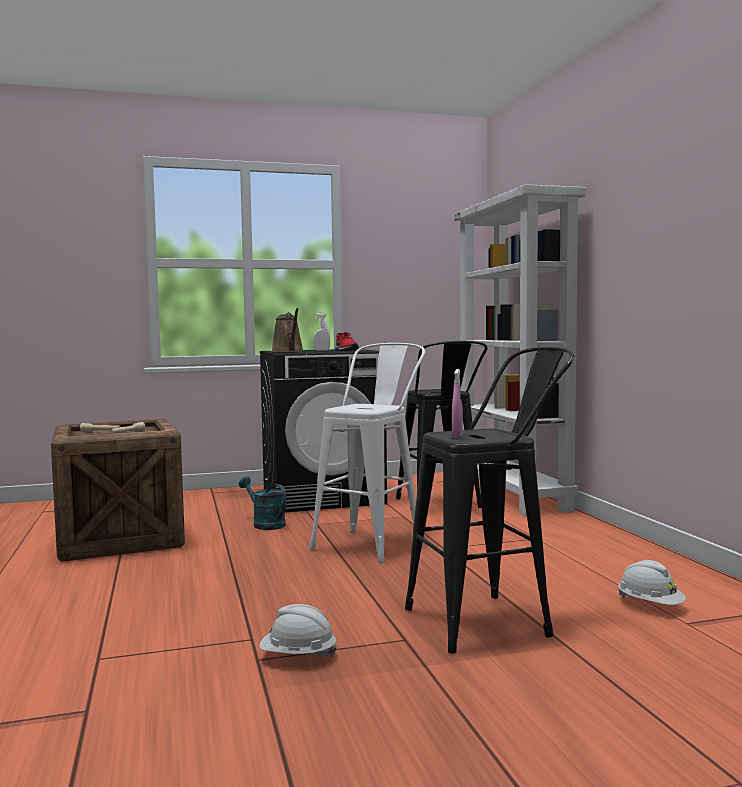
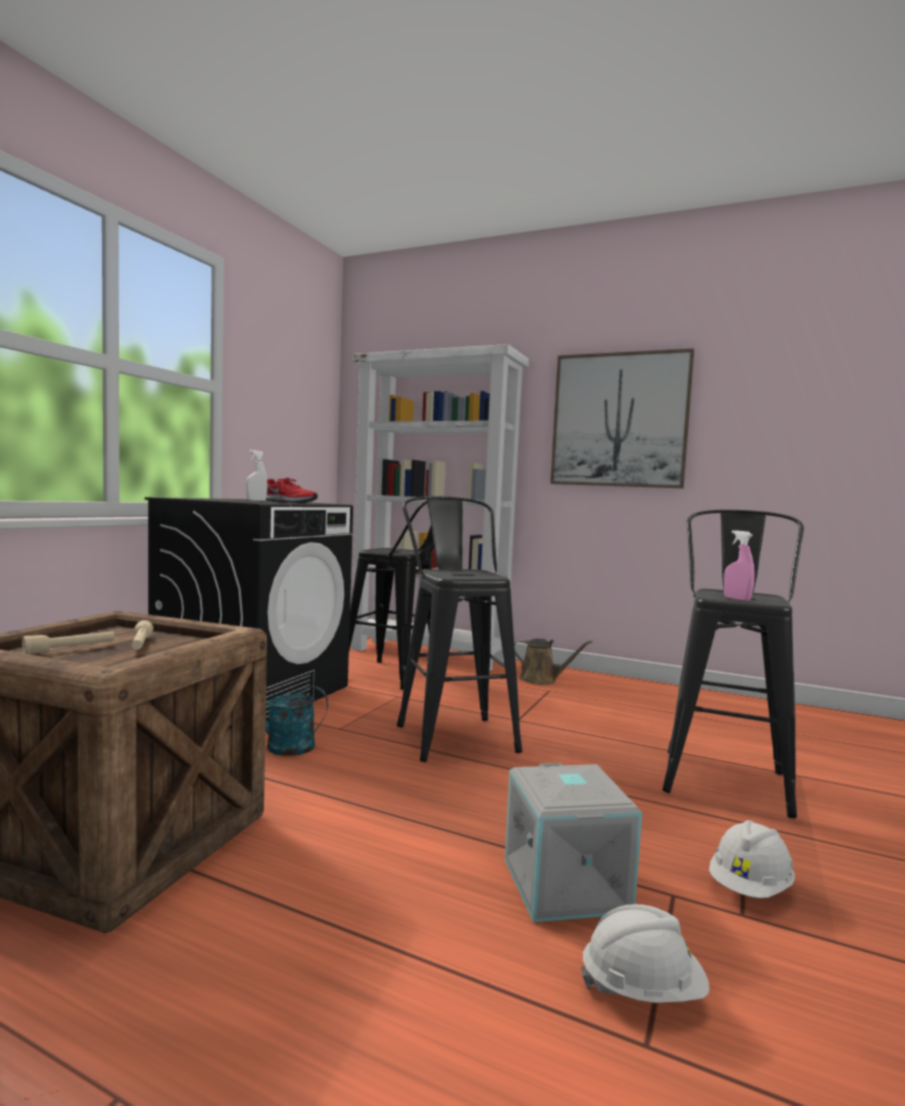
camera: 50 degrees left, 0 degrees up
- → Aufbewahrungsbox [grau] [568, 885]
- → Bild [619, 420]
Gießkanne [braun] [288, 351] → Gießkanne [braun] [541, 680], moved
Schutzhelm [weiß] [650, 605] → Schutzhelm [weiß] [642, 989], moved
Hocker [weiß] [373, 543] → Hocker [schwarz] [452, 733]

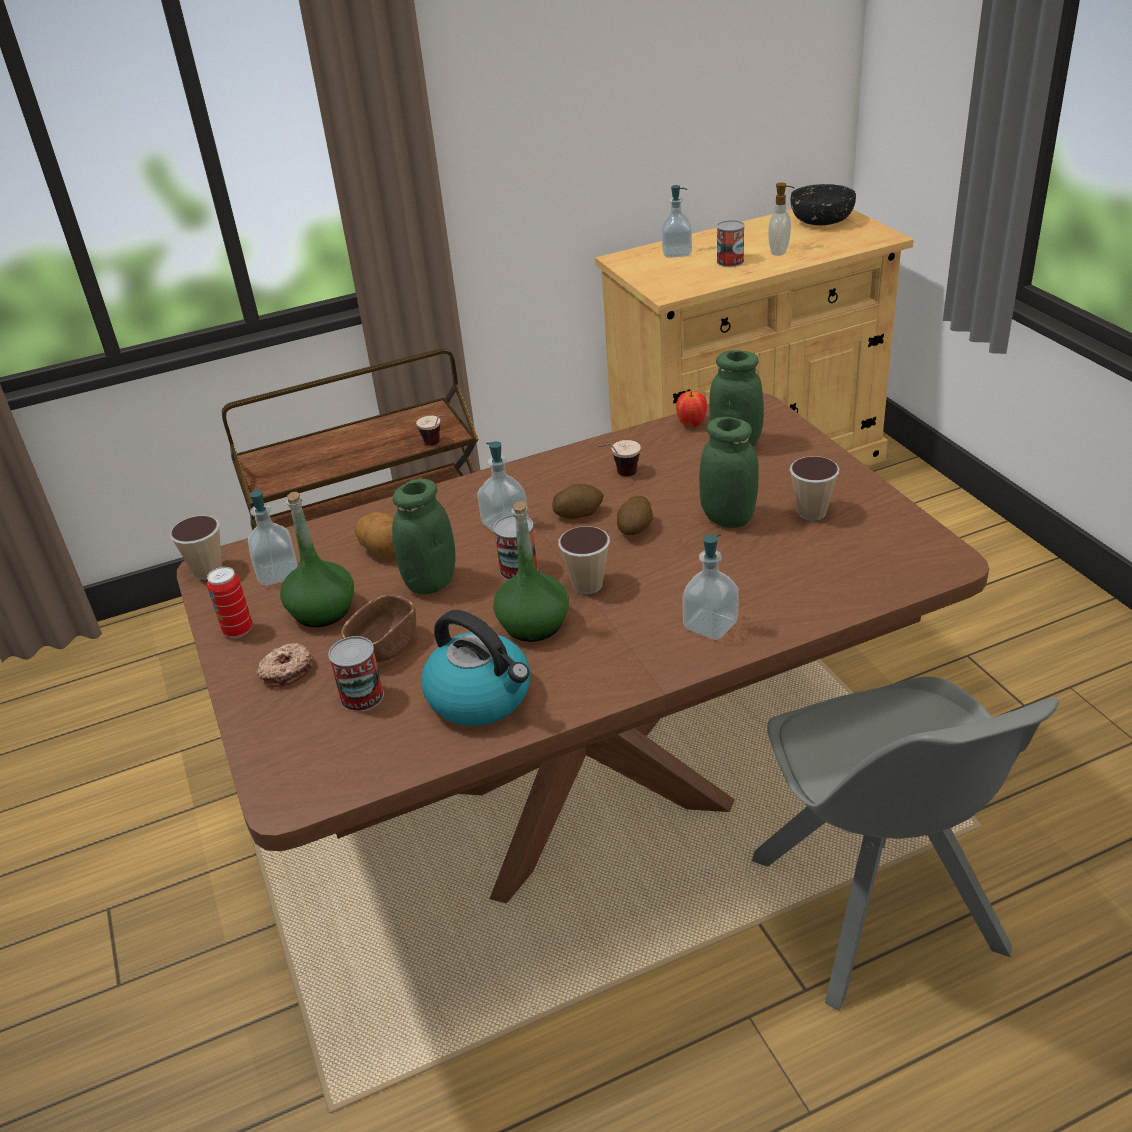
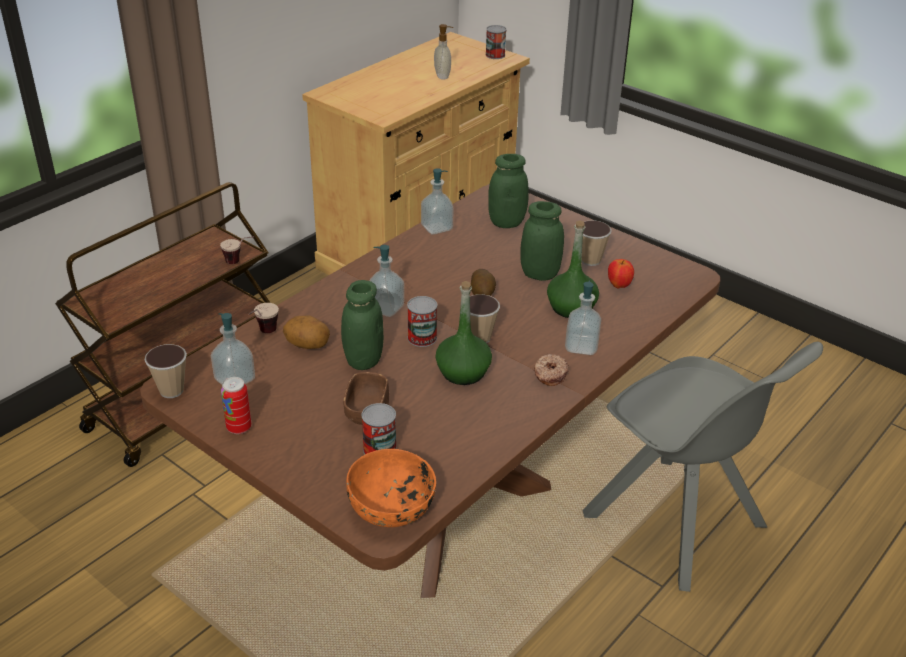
camera: 30 degrees left, 0 degrees up
Wasserkessel [481, 697] → -
Kartoffel [578, 513] → -
Schüssel [schwarz] [822, 220] → -
- → Schüssel [orange] [392, 508]
Donut [286, 671] → Donut [549, 374], moved
Flasche [grün] [322, 611] → Flasche [grün] [571, 307], moved
Tasse [619, 477] → Tasse [263, 334], moved
Seifenspender [676, 253] → Seifenspender [436, 228], moved
Apfel [691, 424] → Apfel [619, 285], moved
Dose [730, 261] → Dose [495, 55], moved

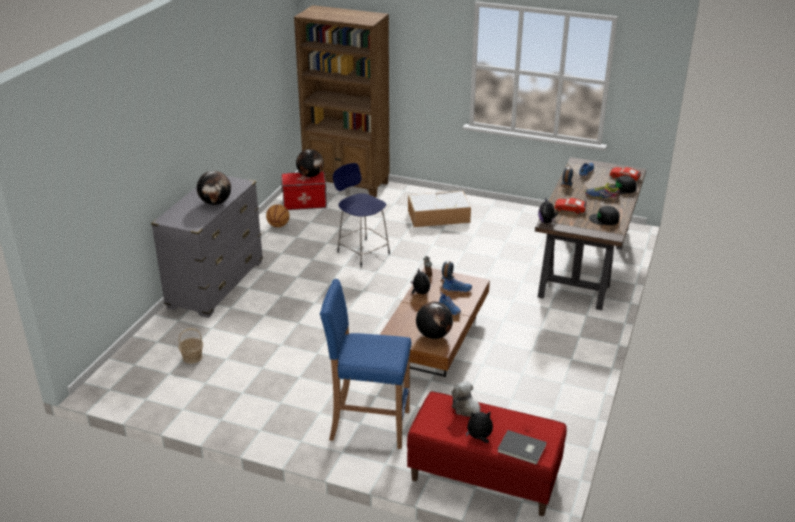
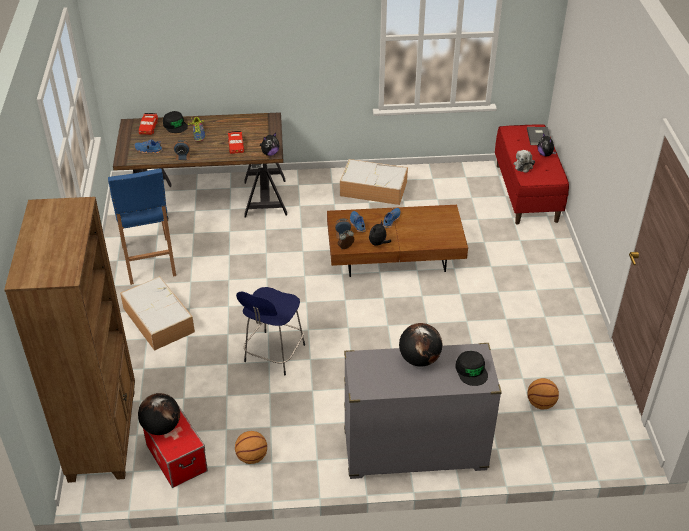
camera: 115 degrees left, 10 degrees up
Globus [433, 335] → -
- → Aufbewahrungsbox [374, 189]
Hocker [blau] [368, 425] → Hocker [blau] [149, 261], moved
Kappe [schwarz] [604, 219] → Kappe [schwarz] [471, 371], moved
Korb [192, 357] → Basketball [540, 404]

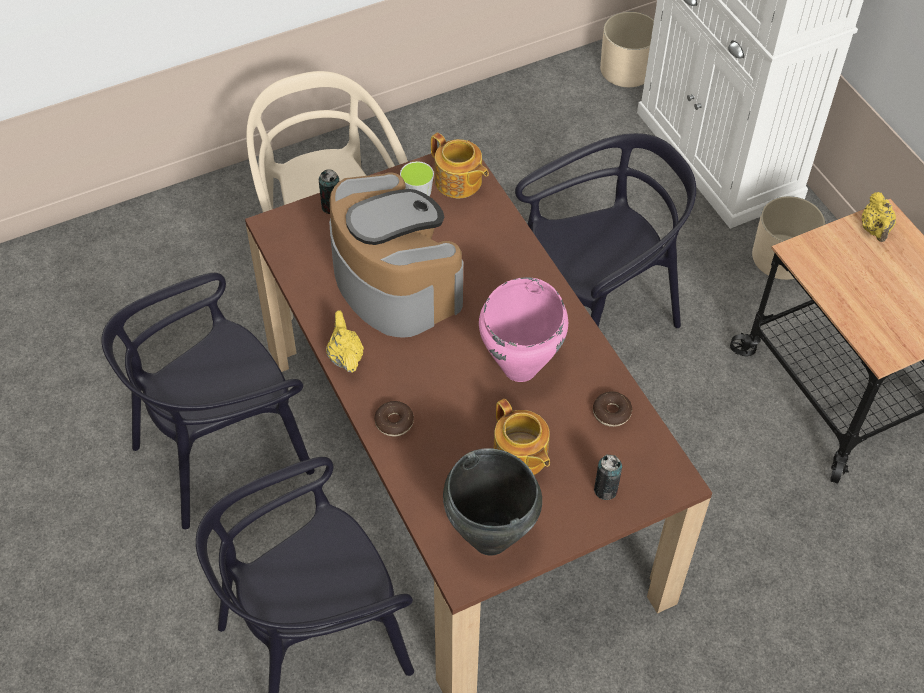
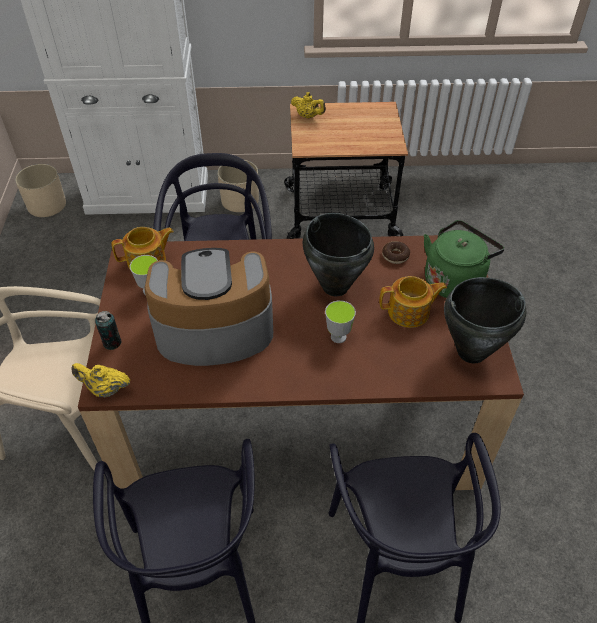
camera: 65 degrees left, 5 degrees down
Donut [394, 422] → -
- → Tasse [338, 337]
Teekanne [gelb] [345, 357] → Teekanne [gelb] [105, 389], moved
Dose [605, 490] → Wasserkessel [grün] [454, 280]
Kochtopf [rosa] [521, 367] → Kochtopf [schwarz] [335, 286]

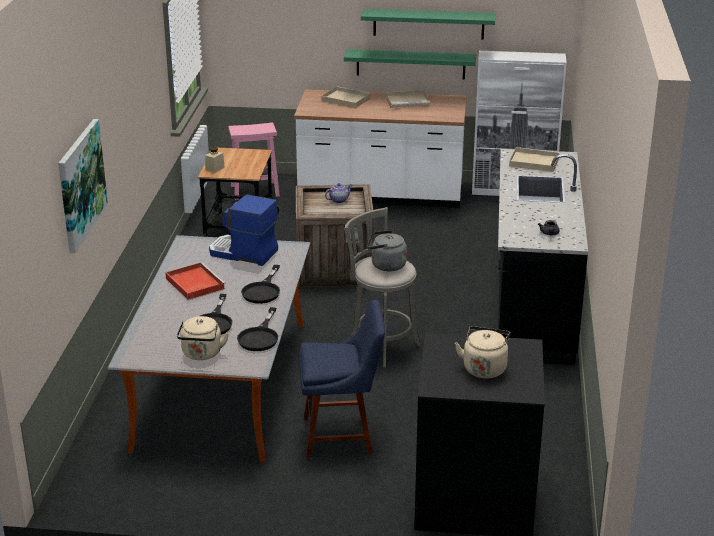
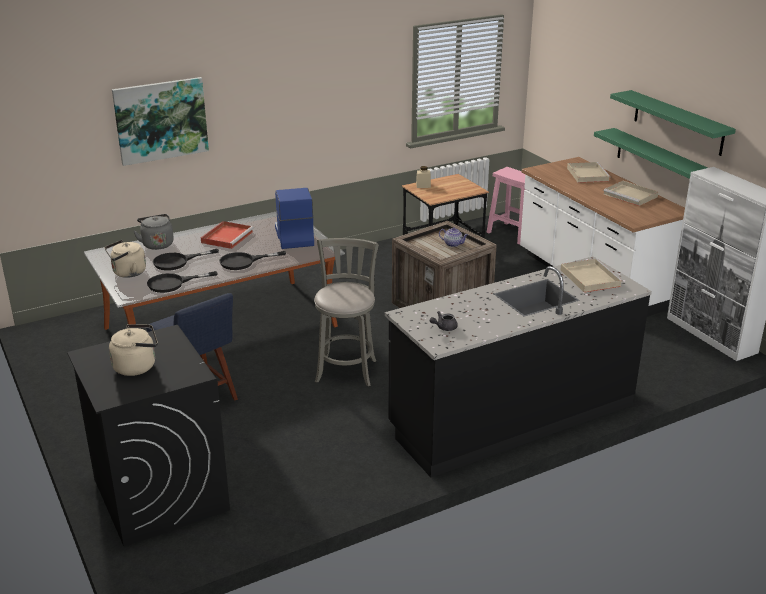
camera: 55 degrees right, 0 degrees up
Wasserkessel [grau] [386, 265] → Wasserkessel [grau] [157, 244], moved

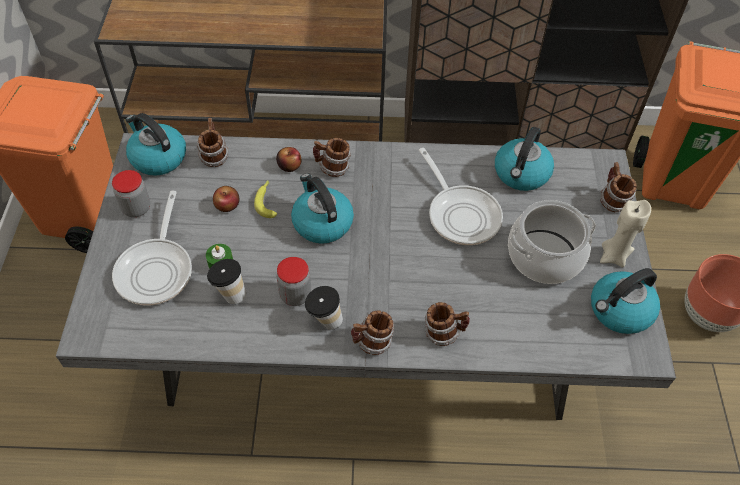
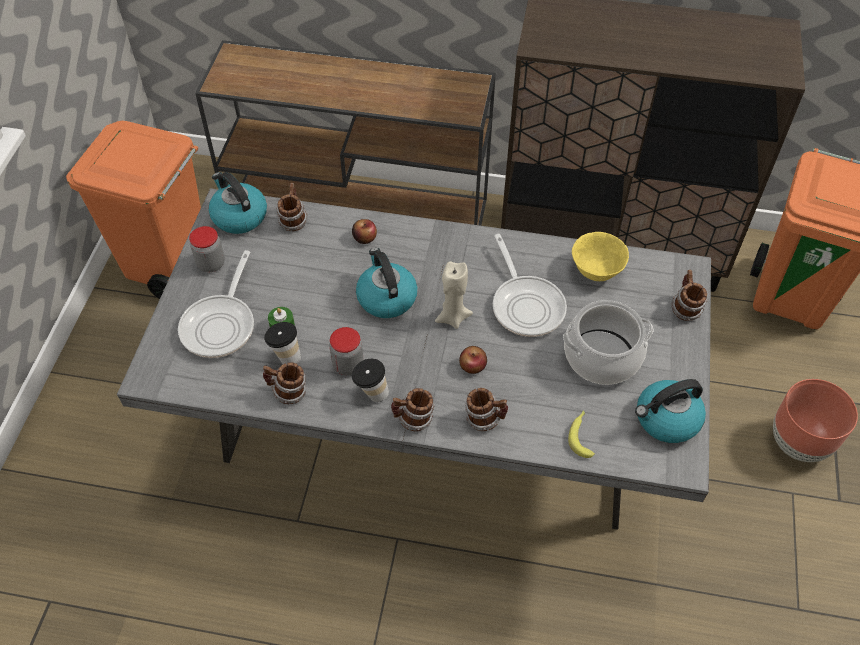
camera: 10 degrees right, 0 degrees up
Apfel [227, 205] → Apfel [472, 366], moved
Banane [267, 201] → Banane [581, 435], moved
Henkelbecher [332, 168] → Henkelbecher [287, 392], moved
Kerze [beige] [614, 256] → Kerze [beige] [452, 317], moved
Wasserkessel [521, 174] → Schüssel [gelb] [596, 271]

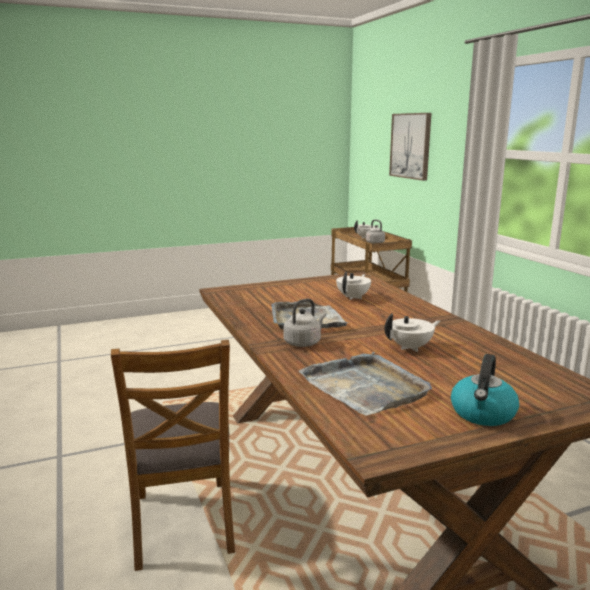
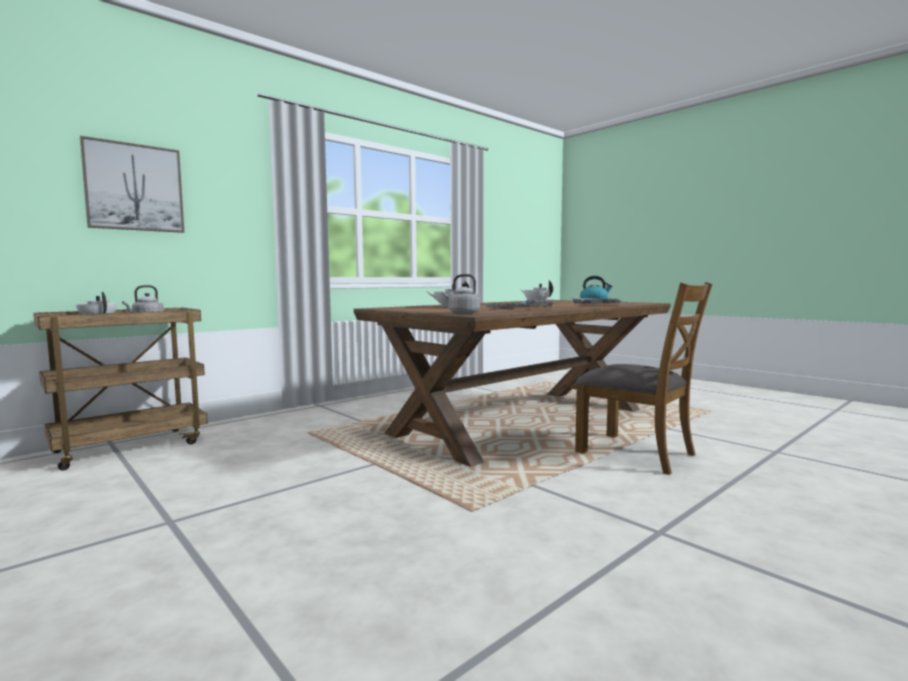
camera: 110 degrees left, 10 degrees down
Wasserkessel [grau] [303, 342] → Wasserkessel [grau] [462, 313], moved
Stuhl [braun] [183, 522] → Stuhl [braun] [637, 453], 75 degrees clockwise

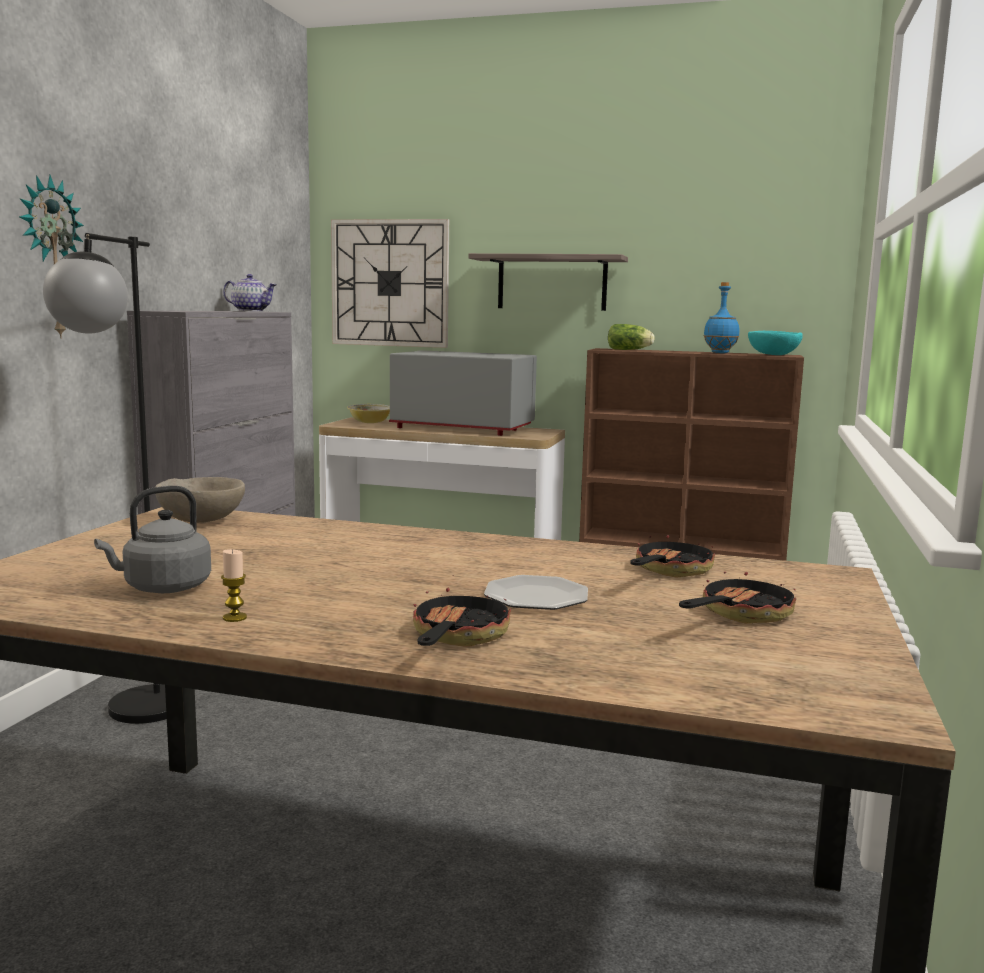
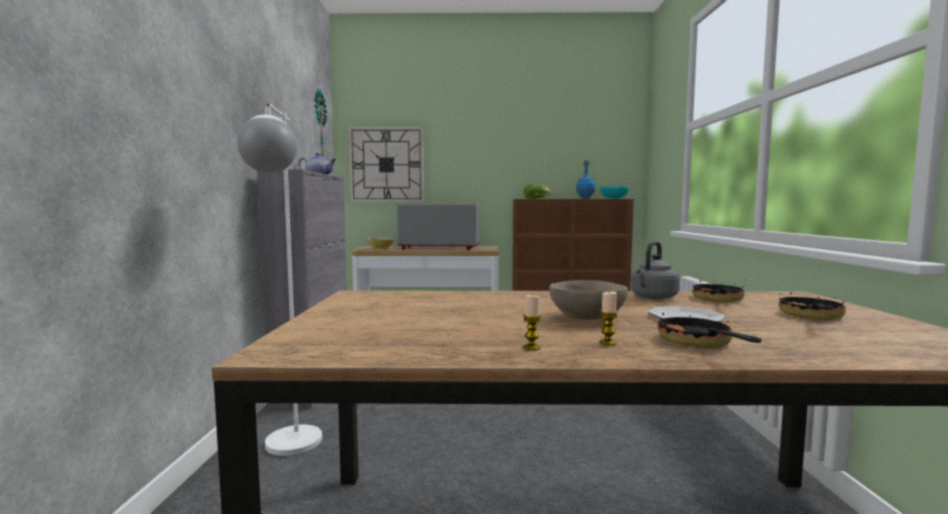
camera: 15 degrees left, 5 degrees down
Wandregal [552, 283] → -
- → Kerze [608, 343]
Wanduhr [49, 257] → Wanduhr [318, 124], moved
Wasserkessel [grau] [163, 588] → Wasserkessel [grau] [653, 297], moved
Schüssel [beige] [202, 521] → Schüssel [beige] [587, 318], moved
Stehlampe [schwarz] [135, 719] → Stehlampe [weiß] [290, 452]

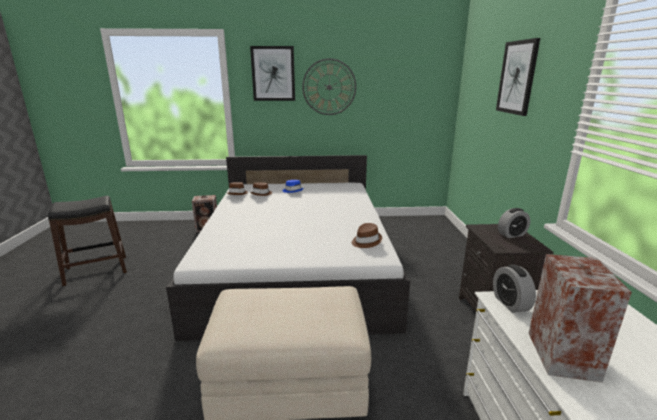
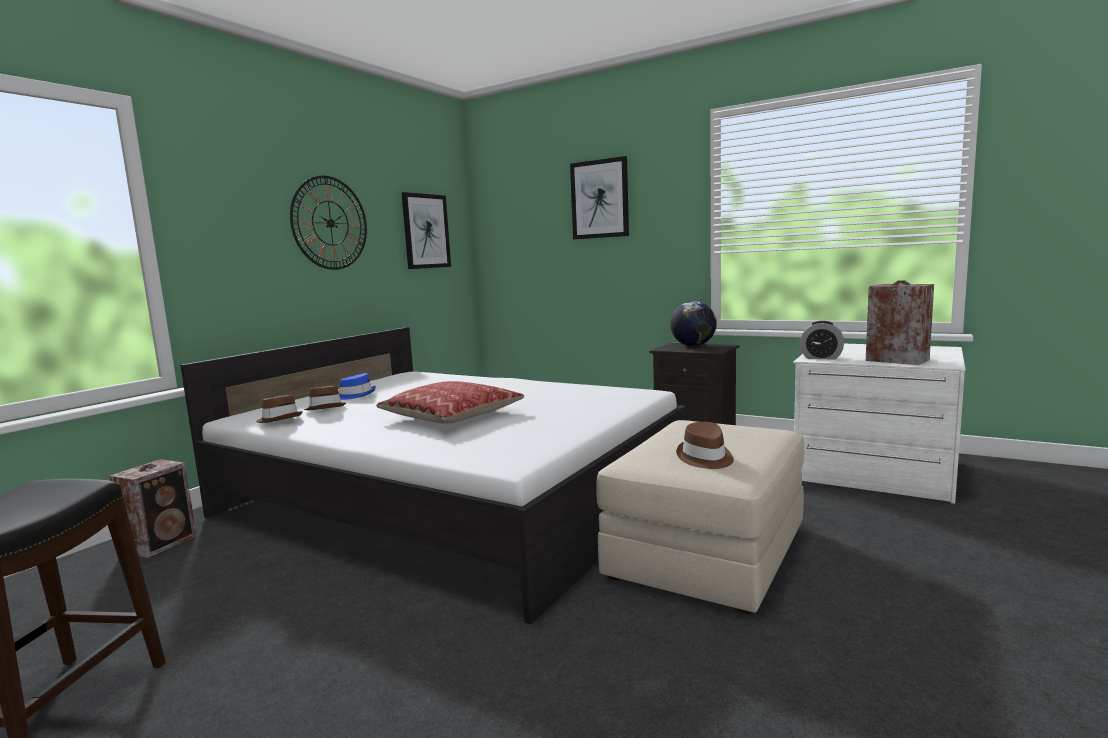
camera: 55 degrees left, 10 degrees down
- → Kissen [451, 416]
Bild [273, 73] → Bild [426, 231], moved
Hut [braun] [366, 241] → Hut [braun] [705, 458], moved
Wecker [512, 235] → Globus [693, 346]

